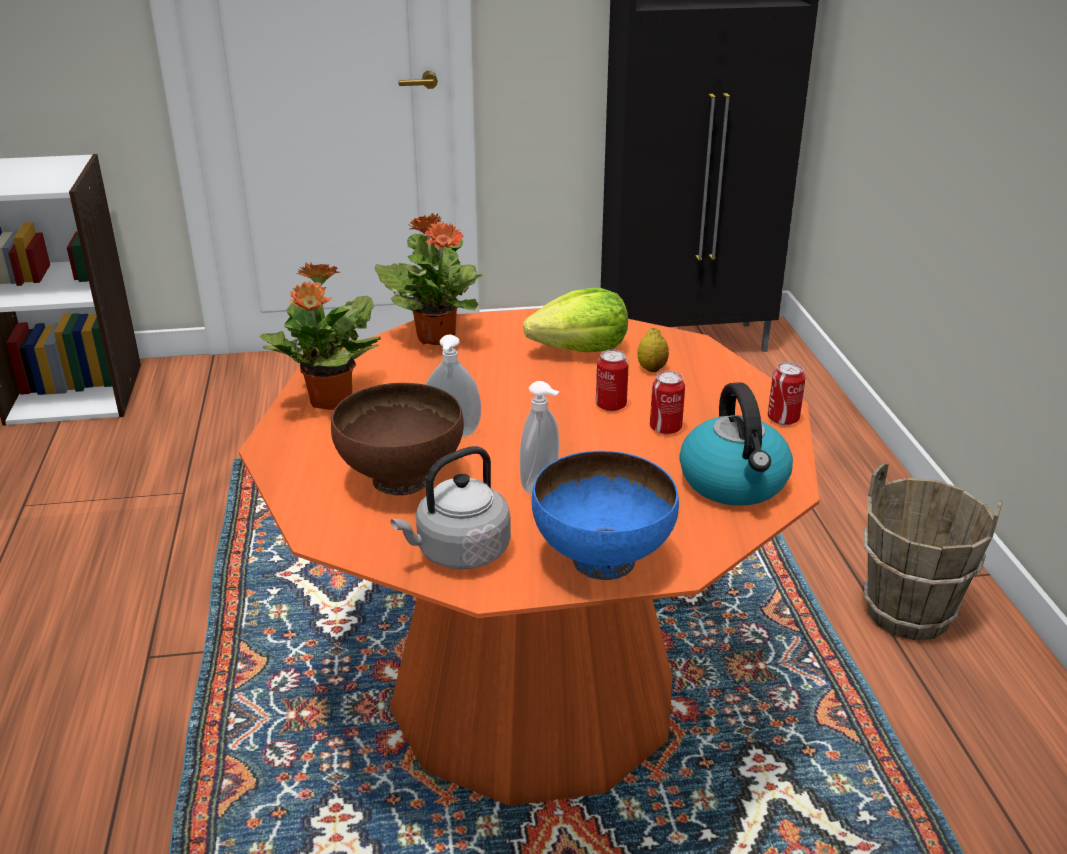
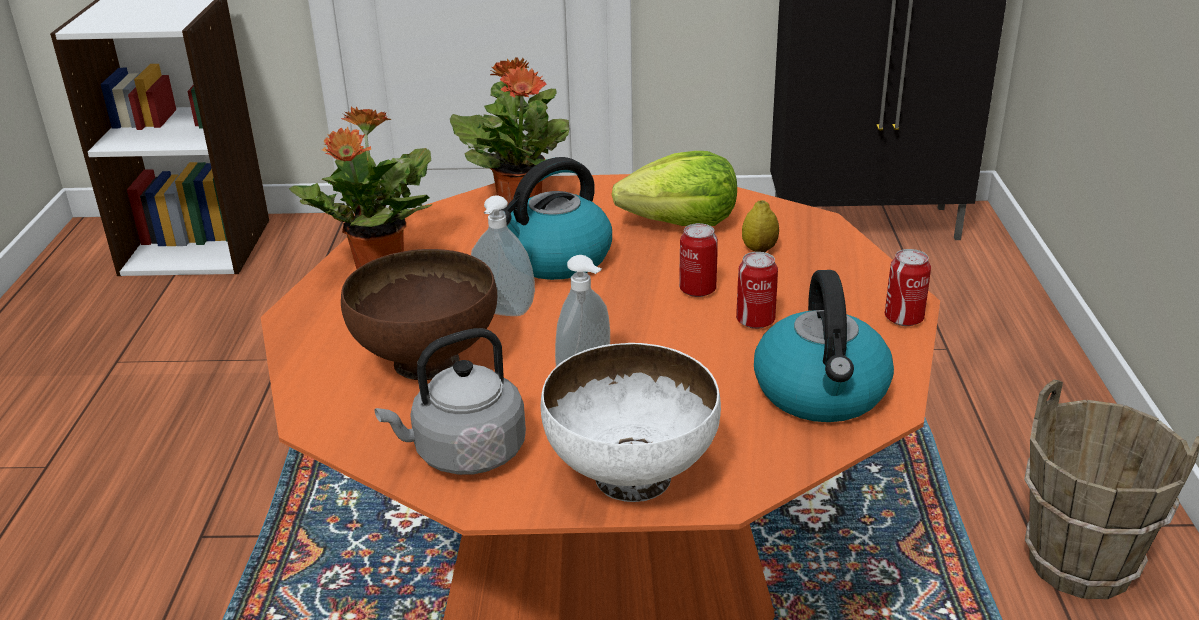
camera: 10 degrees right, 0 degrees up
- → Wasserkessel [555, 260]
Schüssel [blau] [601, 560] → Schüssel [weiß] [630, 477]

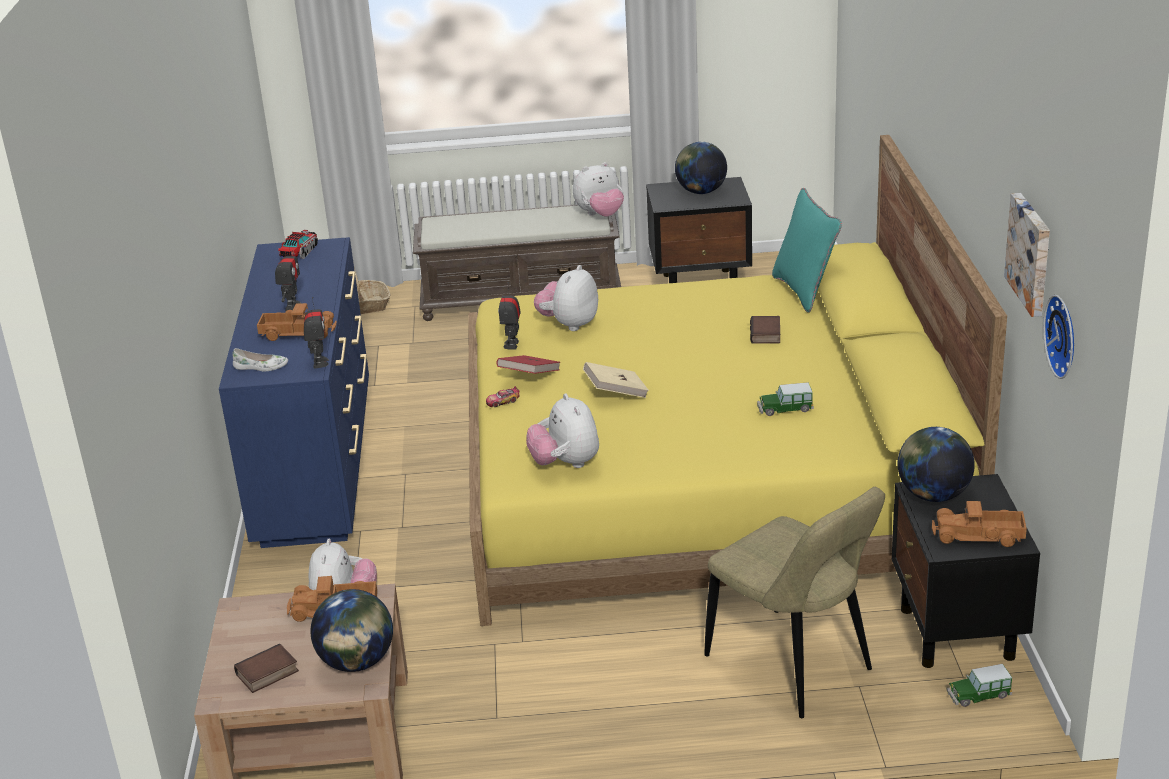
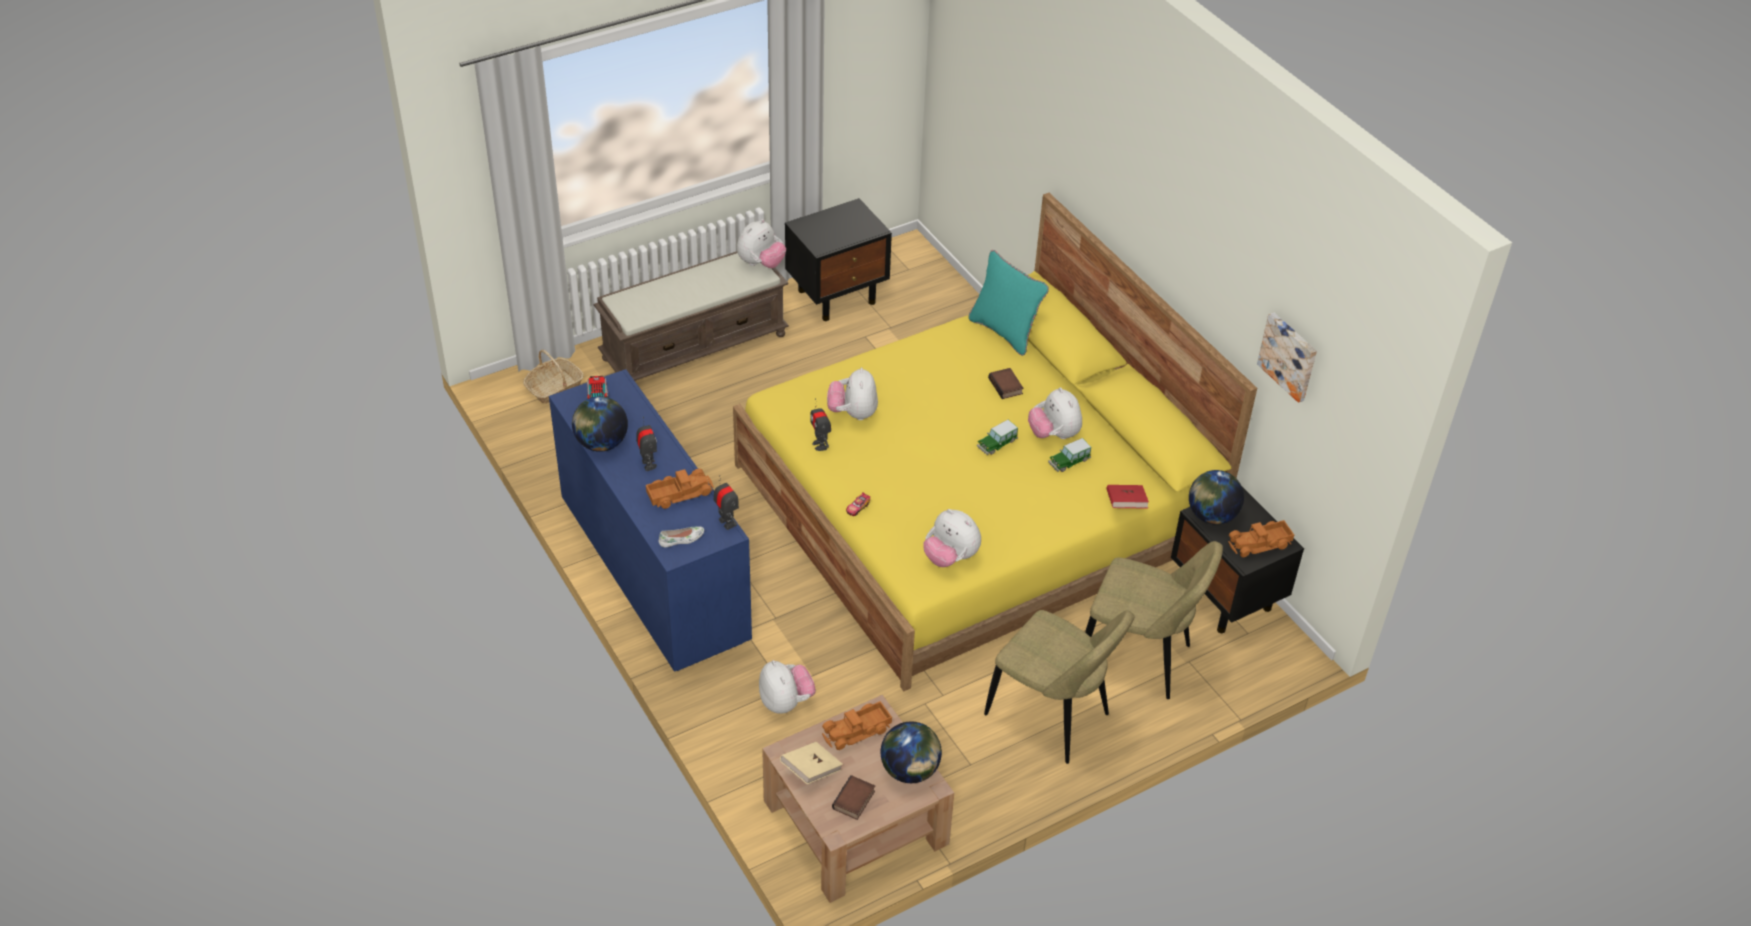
camera: 30 degrees left, 15 degrees up
Wanduhr [1065, 336] → -
- → Stuhl [beige] [1052, 717]
- → Plüschtier [1054, 434]
Buch [rot] [529, 377] → Buch [rot] [1125, 505], moved
Buch [beige] [616, 393] → Buch [beige] [811, 770], moved
Globus [701, 192] → Globus [601, 443], moved
Spielzeugauto [978, 695] → Spielzeugauto [997, 444], moved

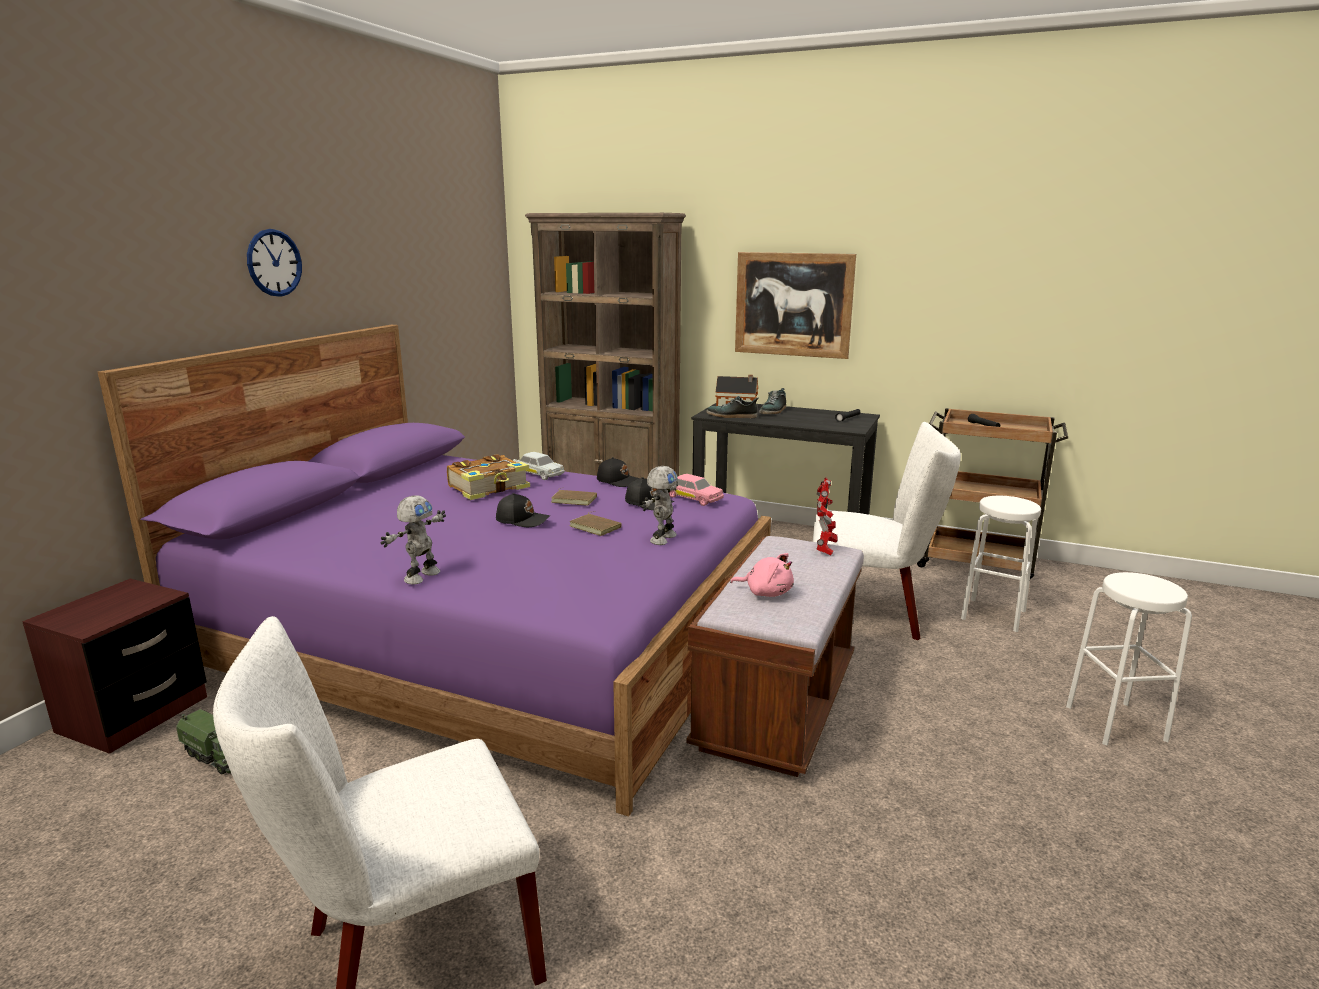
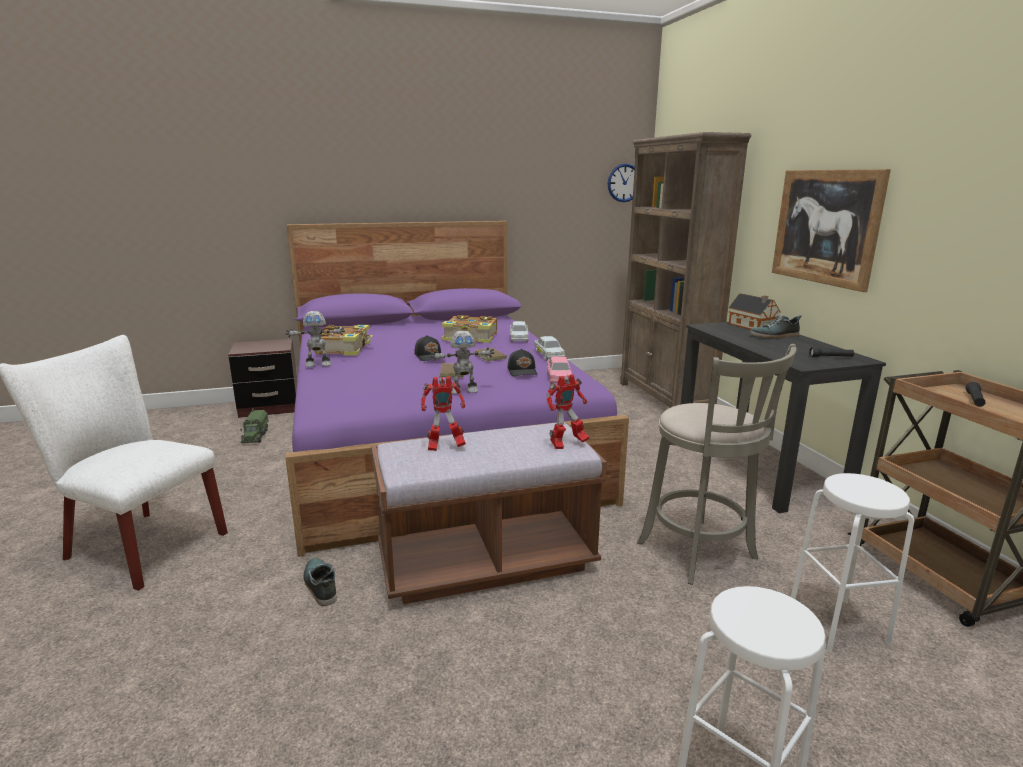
camera: 50 degrees right, 0 degrees up
- → Buch [344, 348]
Wanduhr [274, 263] → Wanduhr [624, 183], moved
Schuh [731, 416] → Schuh [320, 585], moved
Kappe [schwarz] [619, 481] → Spielzeugauto [weiß] [549, 355]
Plüschtier [rosa] [766, 592] → Spielzeugroboter [444, 447]
Stuhl [weiß] [871, 615] → Hocker [grau] [700, 553]

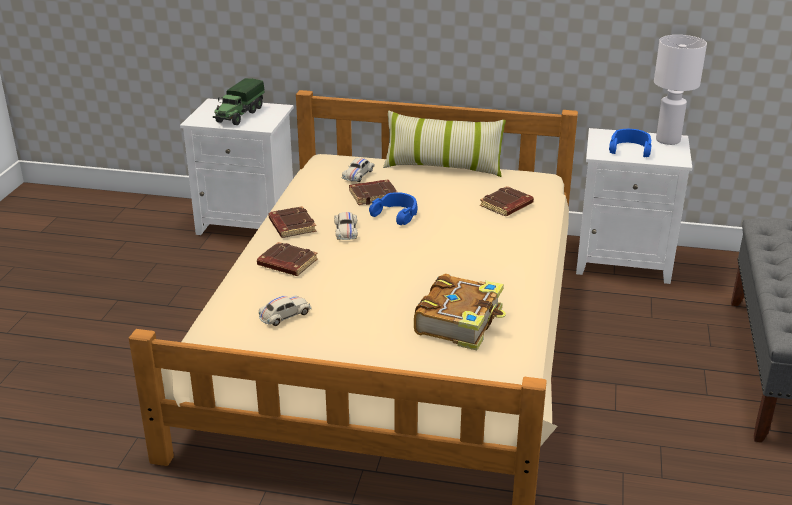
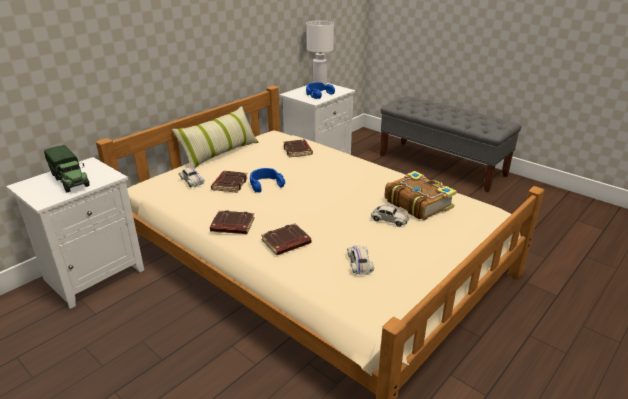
camera: 60 degrees left, 0 degrees up
Spielzeugauto [weiß] [346, 231] → Spielzeugauto [weiß] [389, 220], moved

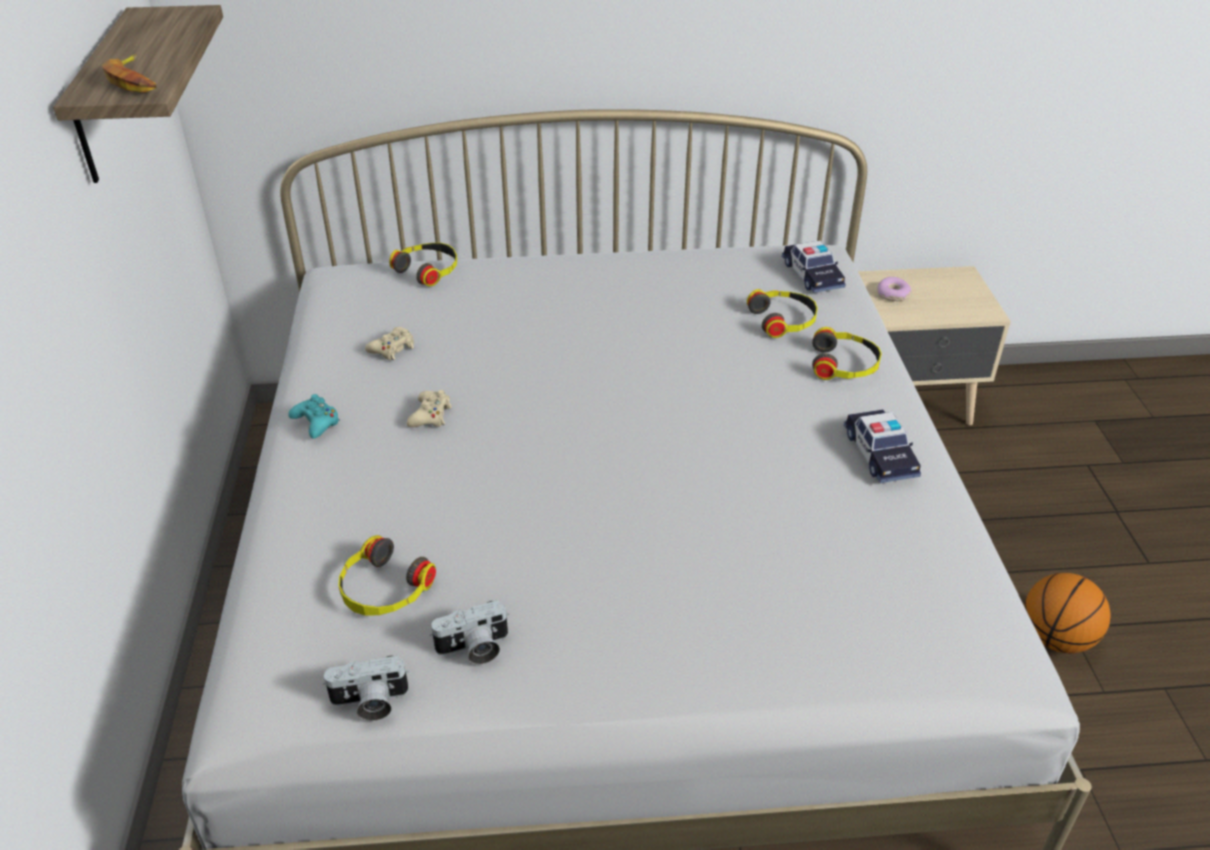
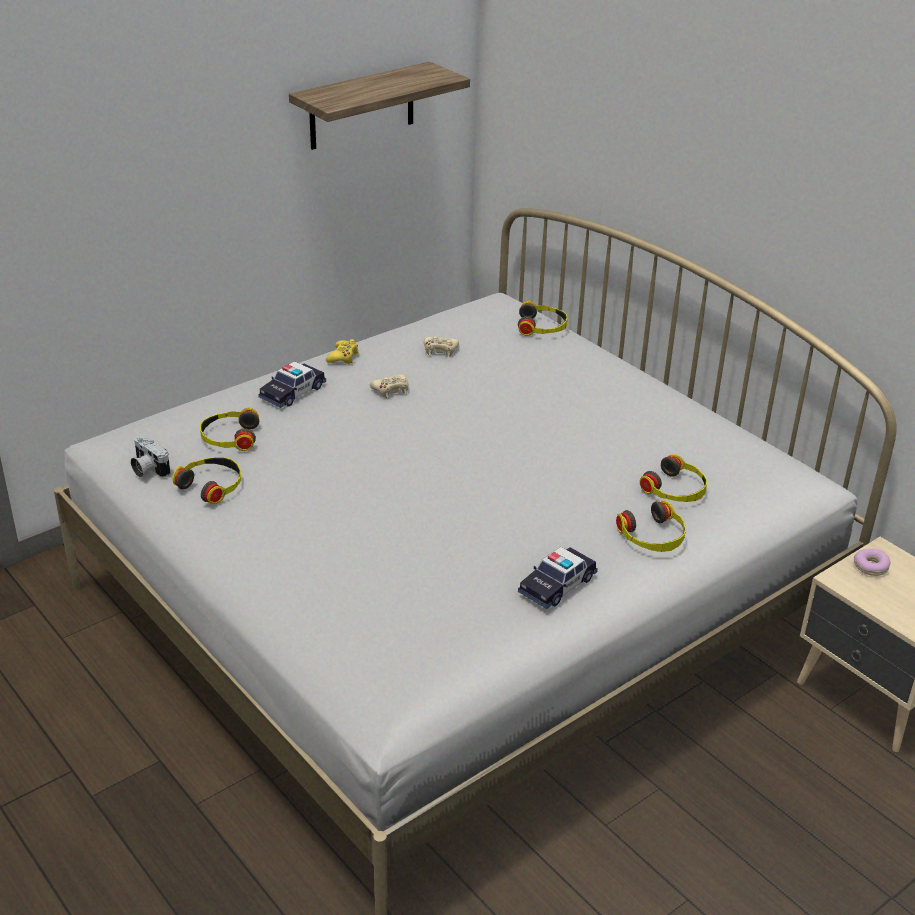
camera: 55 degrees right, 5 degrees down
Banane [134, 81] → -
Basketball [1056, 638] → -
Spielzeugauto [812, 275] → Spielzeugauto [293, 392], moved
Kamera [474, 648] → Kopfhörer [212, 485]
Gamepad [türkis] [316, 422] → Gamepad [gelb] [343, 357]

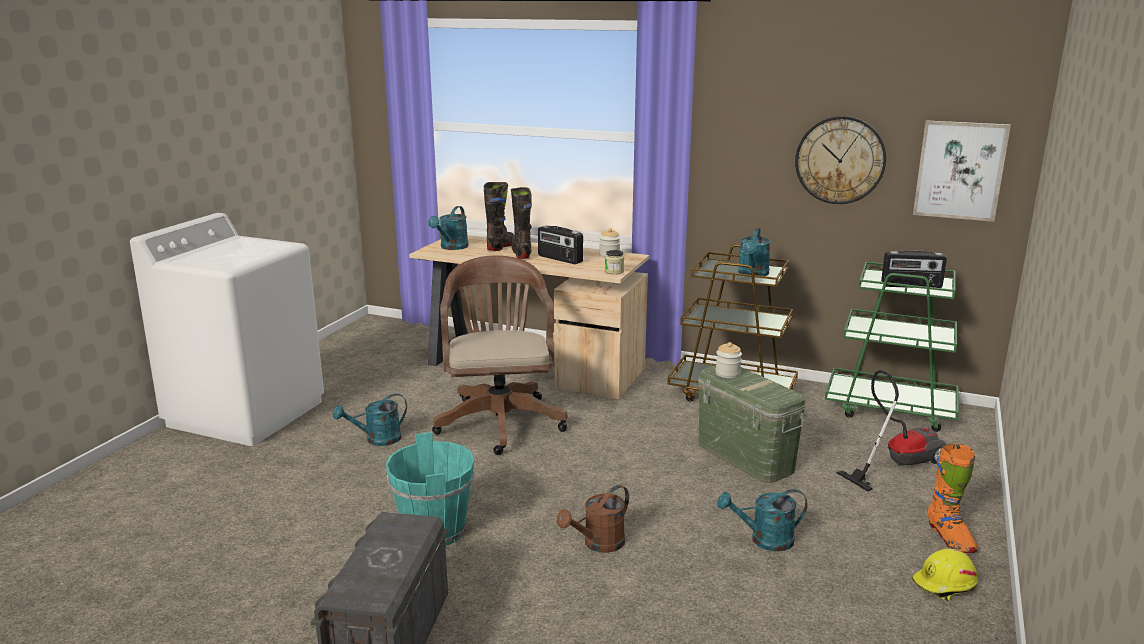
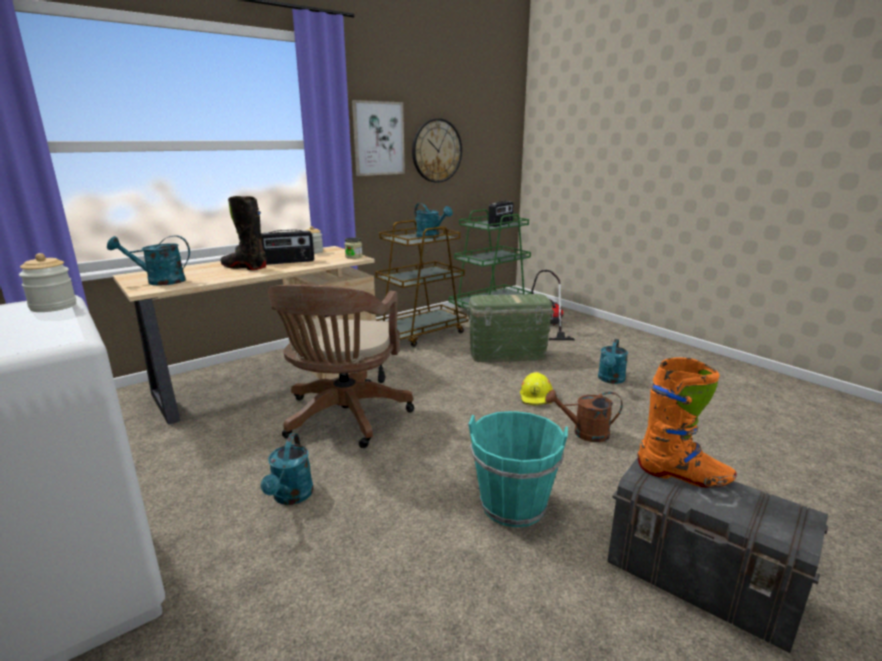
camera: 60 degrees left, 0 degrees up
Stiefel [schwarz] [501, 246] → -
Vorratsglas [727, 373] → Vorratsglas [53, 306], moved
Schutzhelm [gelb] [945, 585] → Schutzhelm [gelb] [536, 397], moved
Bild [960, 170] → Bild [378, 138], moved
Stiefel [orange] [949, 538] → Stiefel [orange] [683, 476], moved
Gießkanne [türkis] [451, 247] → Gießkanne [türkis] [159, 281], 120 degrees clockwise
Bürostuhl [braun] [500, 420] → Bürostuhl [braun] [344, 419], 105 degrees counterclockwise
Gießkanne [braun] [598, 544] → Gießkanne [braun] [584, 433], 105 degrees clockwise

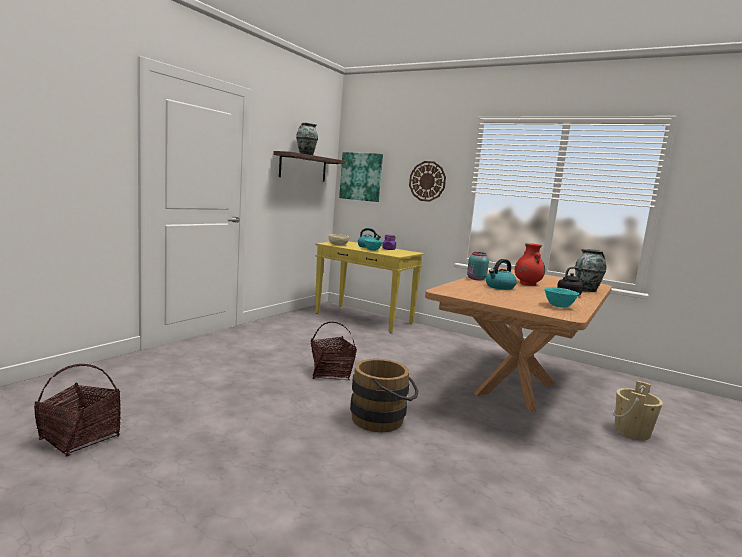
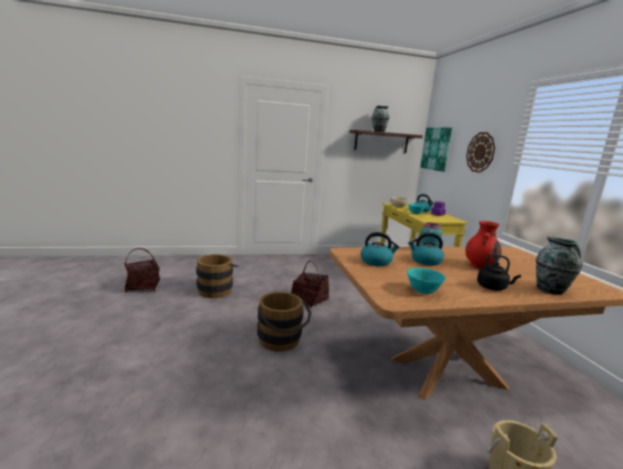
camera: 45 degrees right, 5 degrees up
- → Eimer [braun] [216, 289]
- → Wasserkessel [376, 261]

